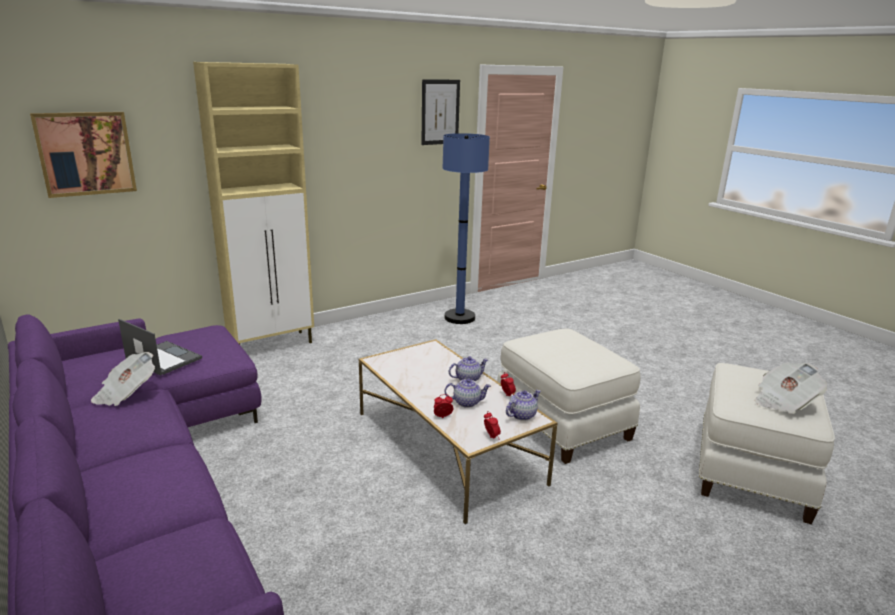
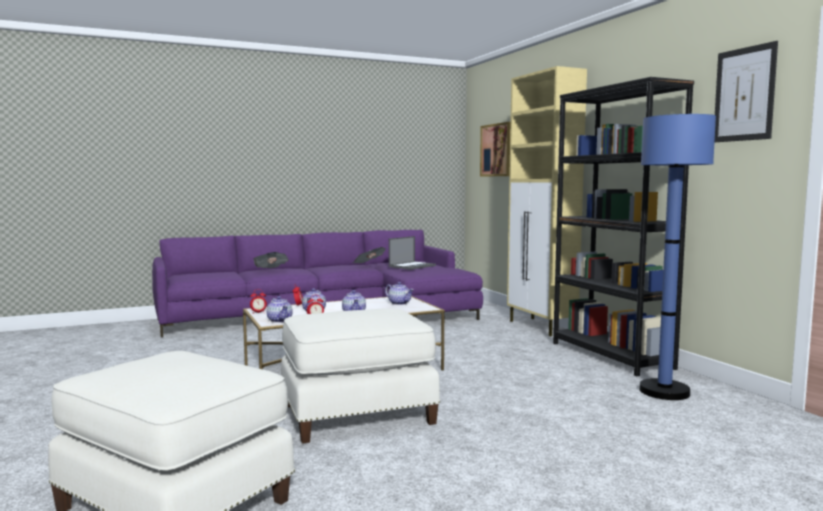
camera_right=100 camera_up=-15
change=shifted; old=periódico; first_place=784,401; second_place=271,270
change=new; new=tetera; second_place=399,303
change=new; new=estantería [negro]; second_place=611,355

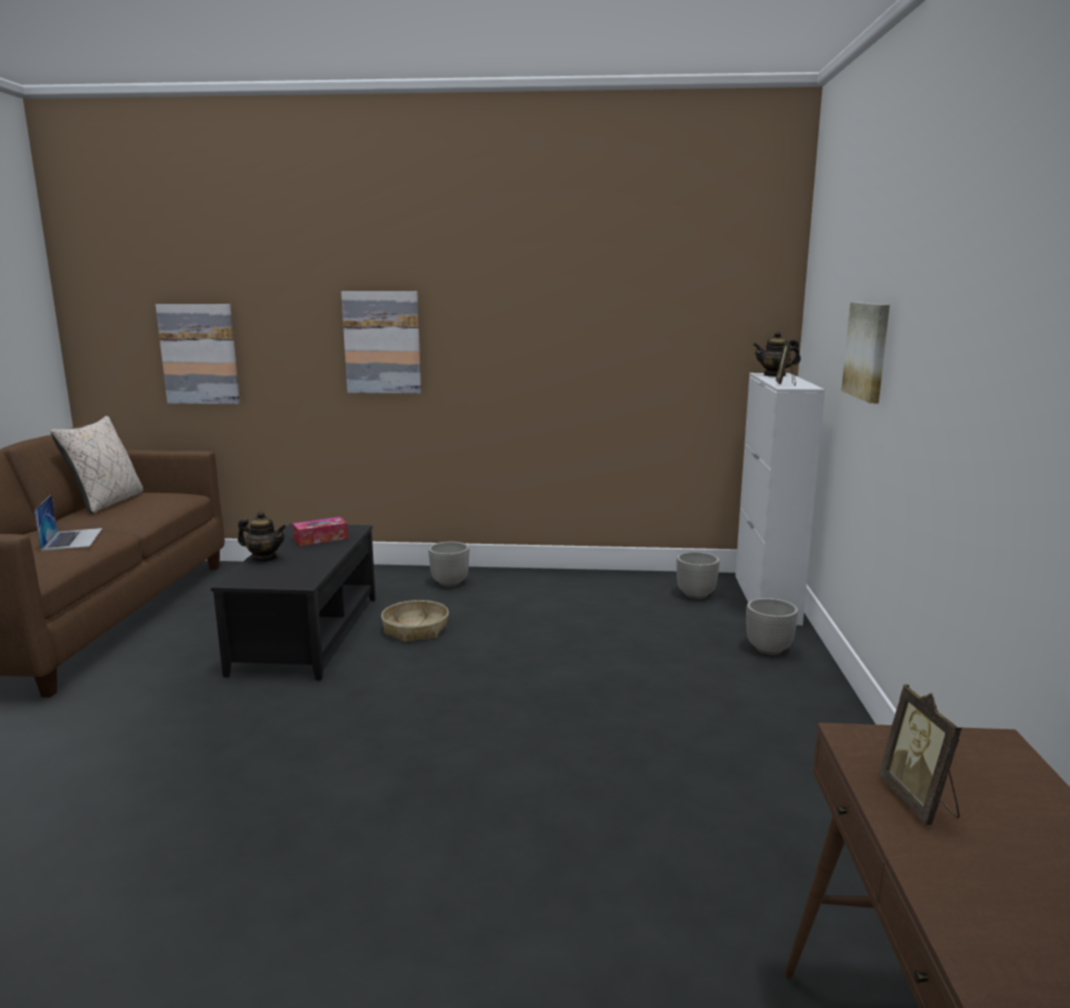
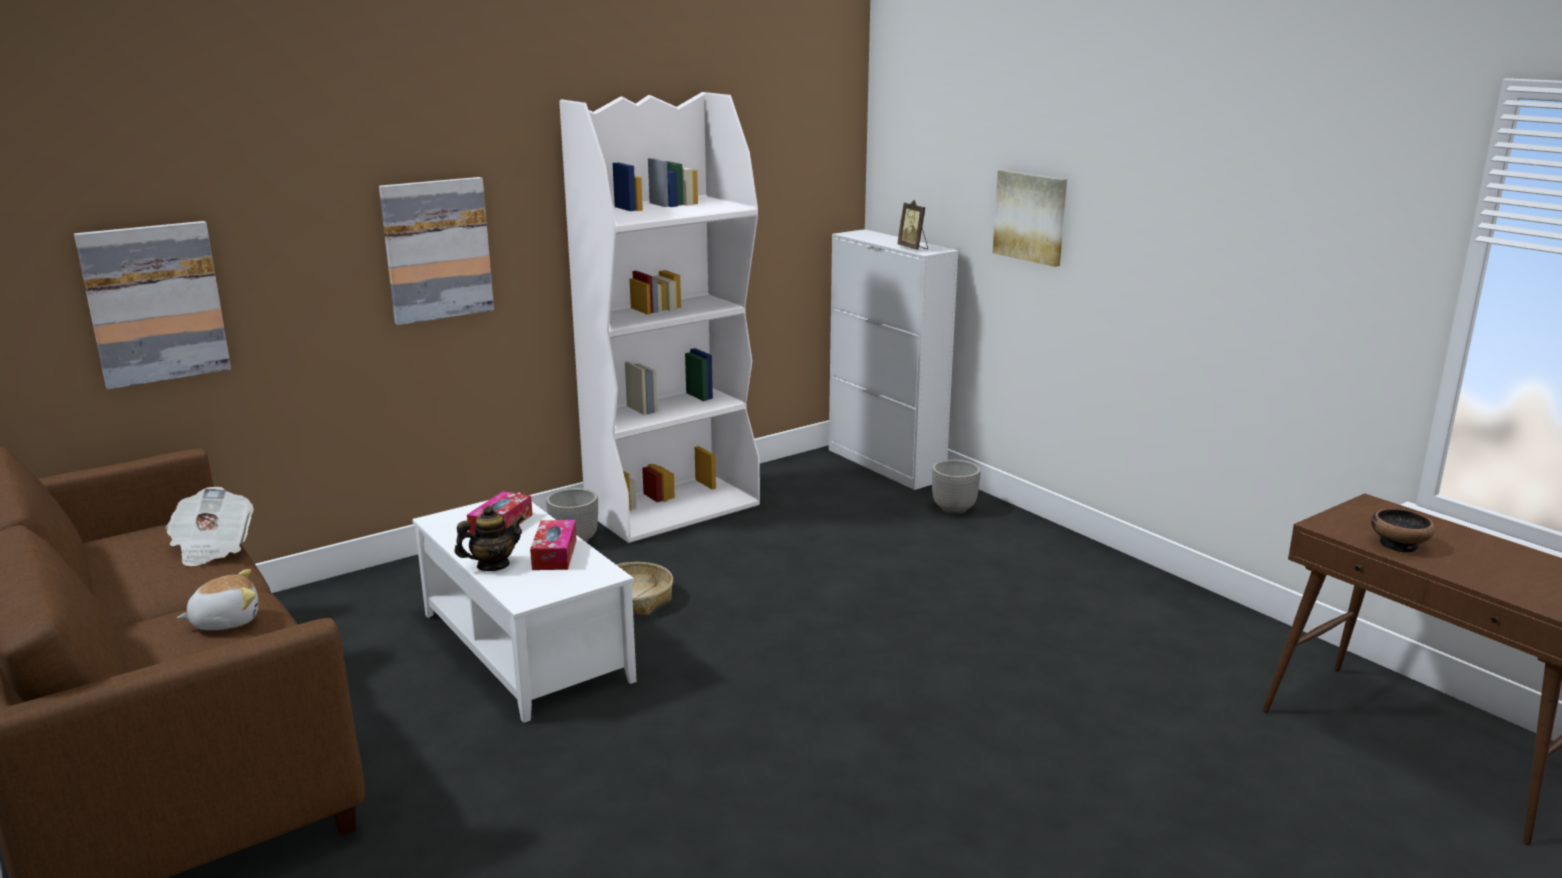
camera_right=-40 camera_up=5
change=swapped; old=portátil; new=peluche; first_place=72,539; second_place=225,621
change=gone; old=cojín [beis]; first_place=107,503
change=repainted; old=mesa de centro [negro]; new=mesa de centro [blanco]; first_place=305,634; second_place=523,648
change=gone; old=maceta; first_place=696,595
change=gone; old=tetera; first_place=774,375
change=swapped; old=portarretratos; new=cuenco; first_place=919,801; second_place=1399,545
change=new; new=periódico; second_place=212,547
change=new; new=caja de pañuelos; second_place=554,554
change=new; new=estantería [blanco]; second_place=673,508

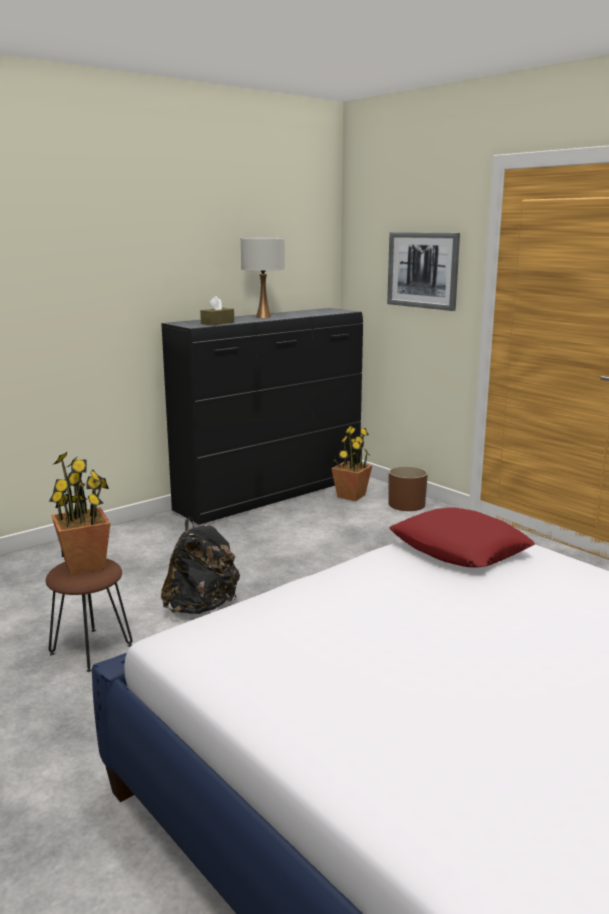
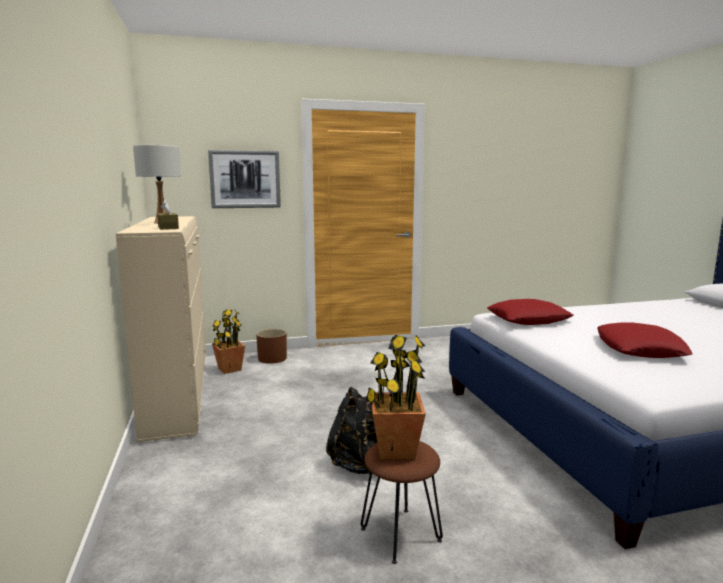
camera_right=-65 camera_up=-5
change=repainted; old=cómoda [negro]; new=cómoda [beis]; first_place=273,496; second_place=180,394
change=new; new=cojín [rojo]; second_place=640,349

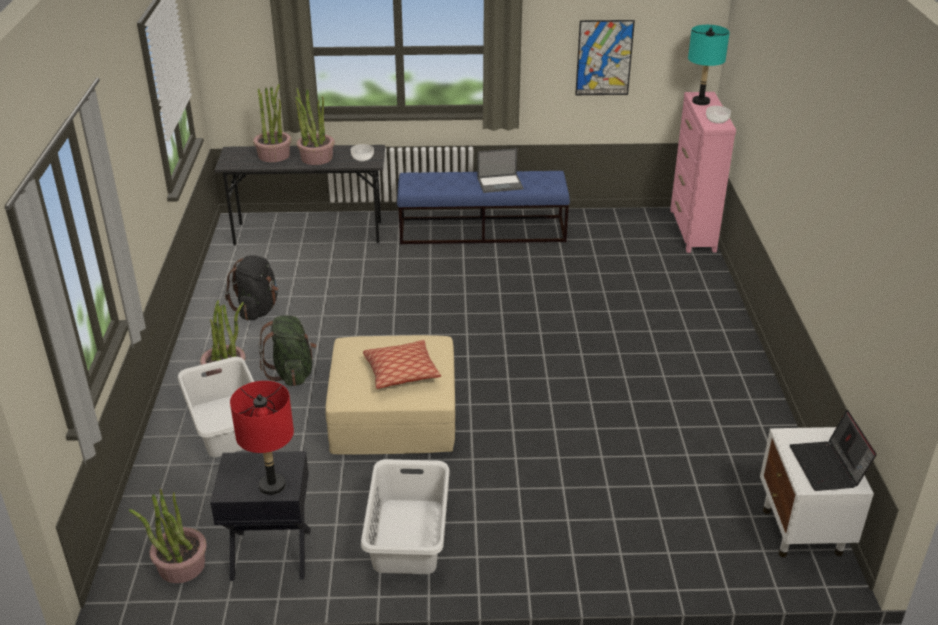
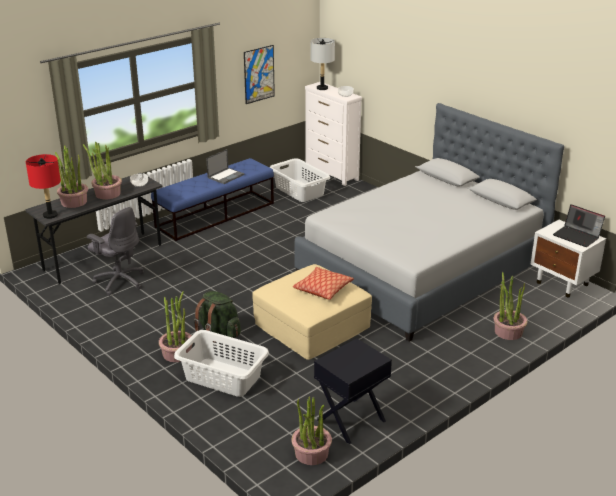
camera_right=-40 camera_up=-5
change=gone; old=mochila [negro]; first_place=257,309
change=shifted; old=lámpara de mesa [rojo]; first_place=272,485; second_place=50,215
change=shifted; old=cesto de la ropa [blanco]; first_place=409,536; second_place=299,191
change=repainted; old=cómoda [rosa]; new=cómoda [blanco]; first_place=692,230; second_place=332,174
change=repainted; old=lámpara de mesa [turquesa]; new=lámpara de mesa [gris]; first_place=700,101; second_place=322,88
change=new; new=silla de oficina [gris]; second_place=119,281
change=new; new=cama [gris]; second_place=422,270
change=new; new=planta en maceta; second_place=508,331

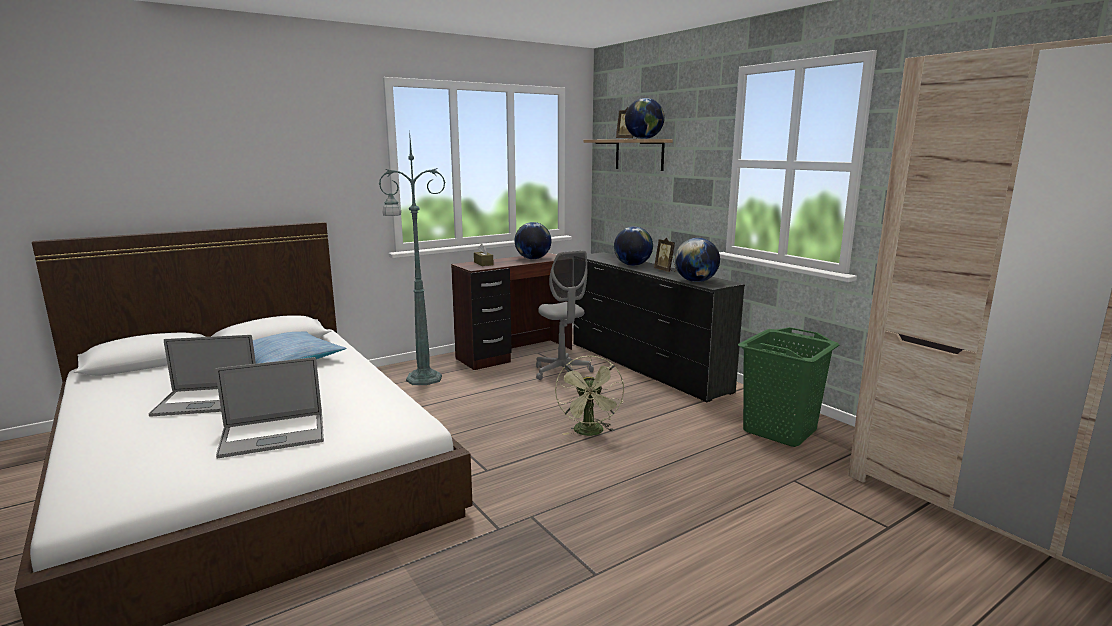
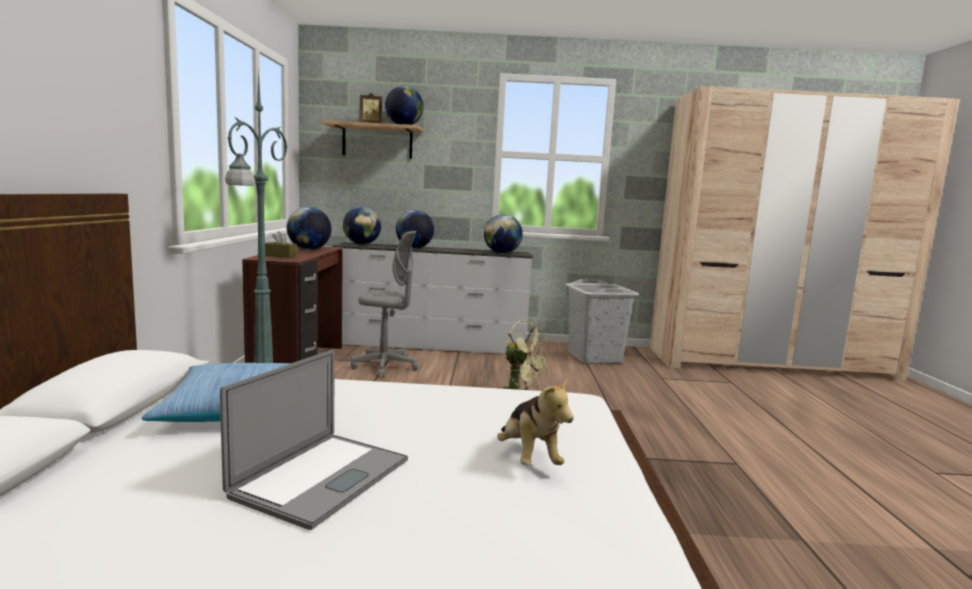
camera_right=-55 camera_up=-5
change=swapped; old=portátil; new=peluche; first_place=273,435; second_place=528,458
change=repainted; old=cómoda [negro]; new=cómoda [blanco]; first_place=645,366; second_place=431,345
change=gone; old=portarretratos; first_place=665,270
change=repainted; old=cesto de la ropa [verde]; new=cesto de la ropa [gris]; first_place=778,430; second_place=594,358
change=new; new=globo terráqueo; second_place=361,244

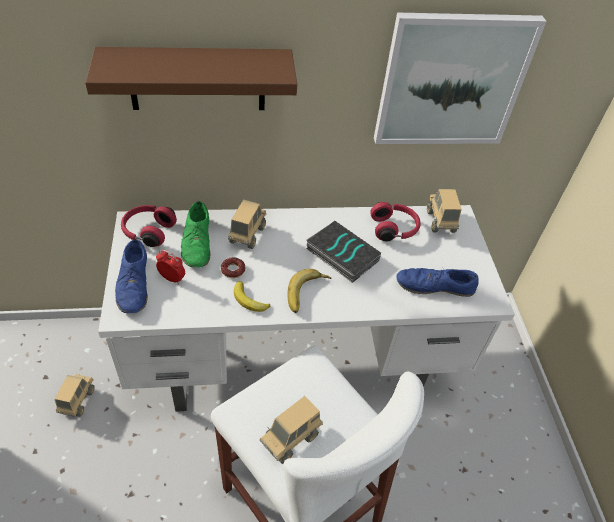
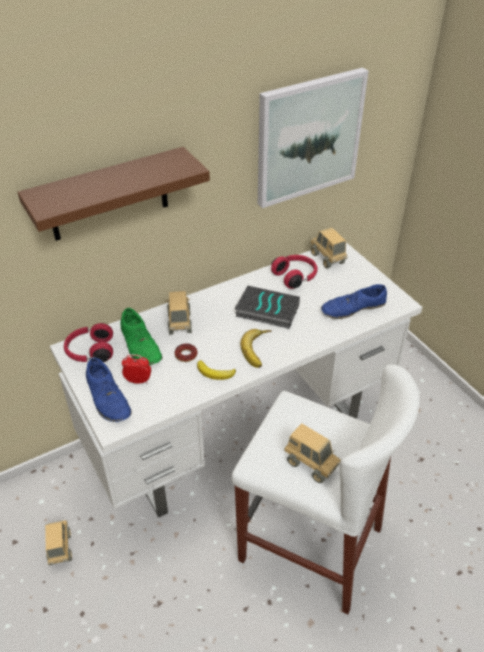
camera_right=-20 camera_up=-5
change=rotated; old=camión de juguete; first_place=290,439; second_place=311,465; degrees=-75

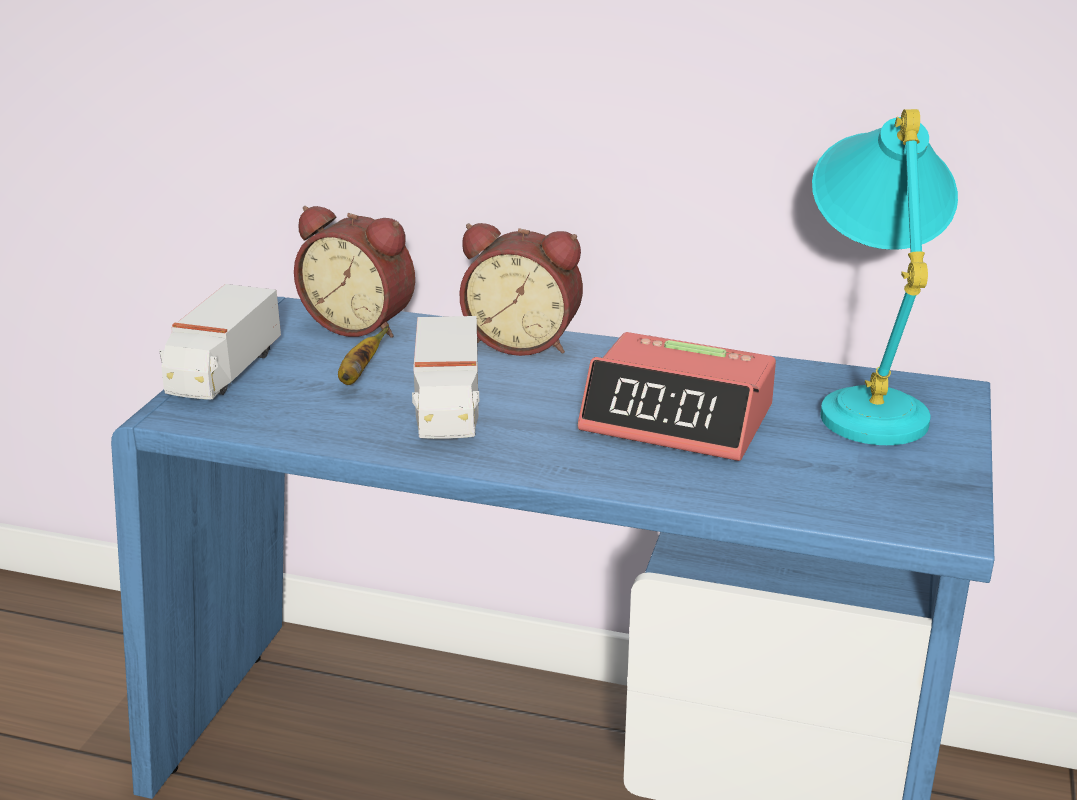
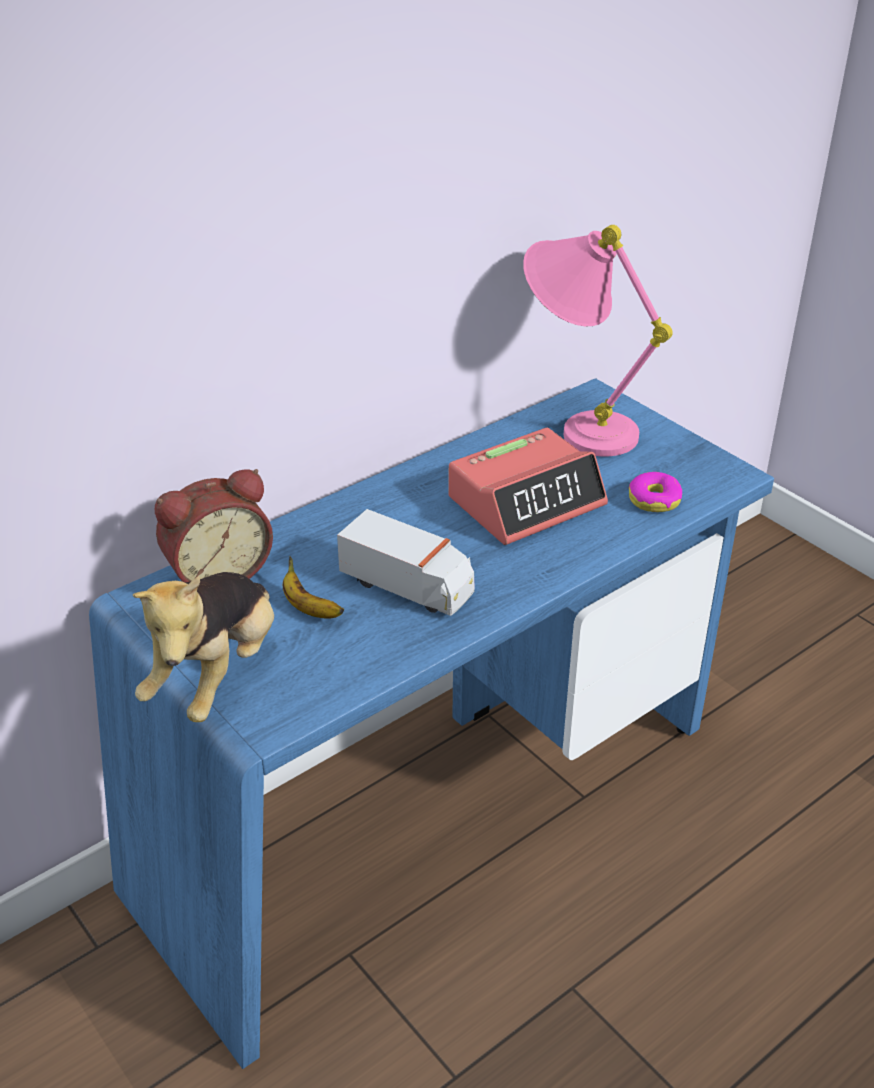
camera_right=-55 camera_up=10
change=swapped; old=camión de juguete; new=peluche; first_place=223,371; second_place=216,675
change=gone; old=despertador; first_place=523,342
change=repainted; old=lámpara de mesa [turquesa]; new=lámpara de mesa [rosa]; first_place=867,401; second_place=576,427
change=new; new=rosquilla; second_place=654,499

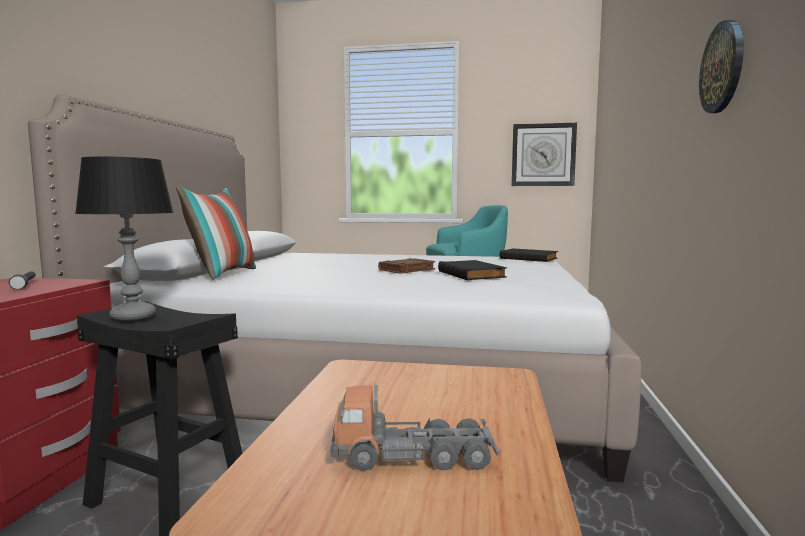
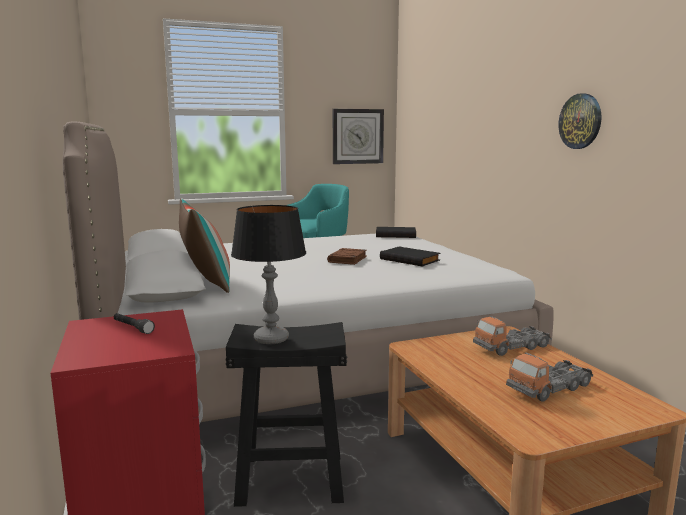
camera_right=-30 camera_up=5
change=new; new=camión de juguete; second_place=511,347

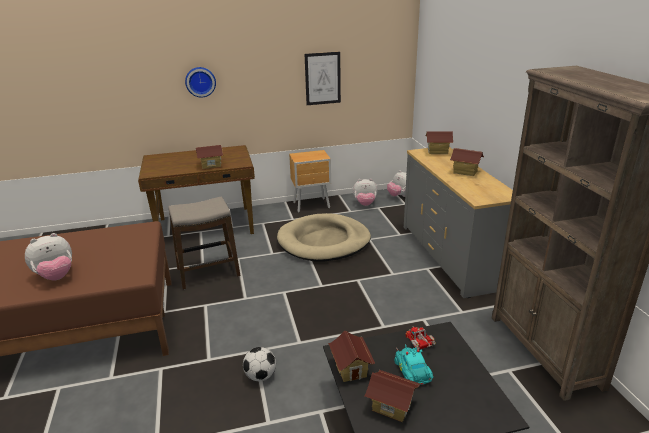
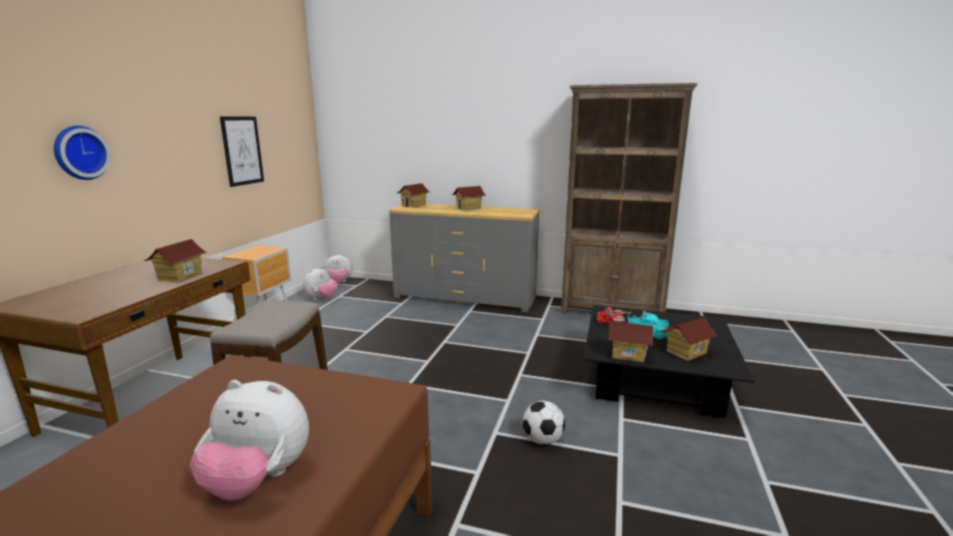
camera_right=-60 camera_up=-10
change=rotated; old=peluche; first_place=56,276; second_place=258,480; degrees=105
change=gone; old=cama para perro [beis]; first_place=324,241

